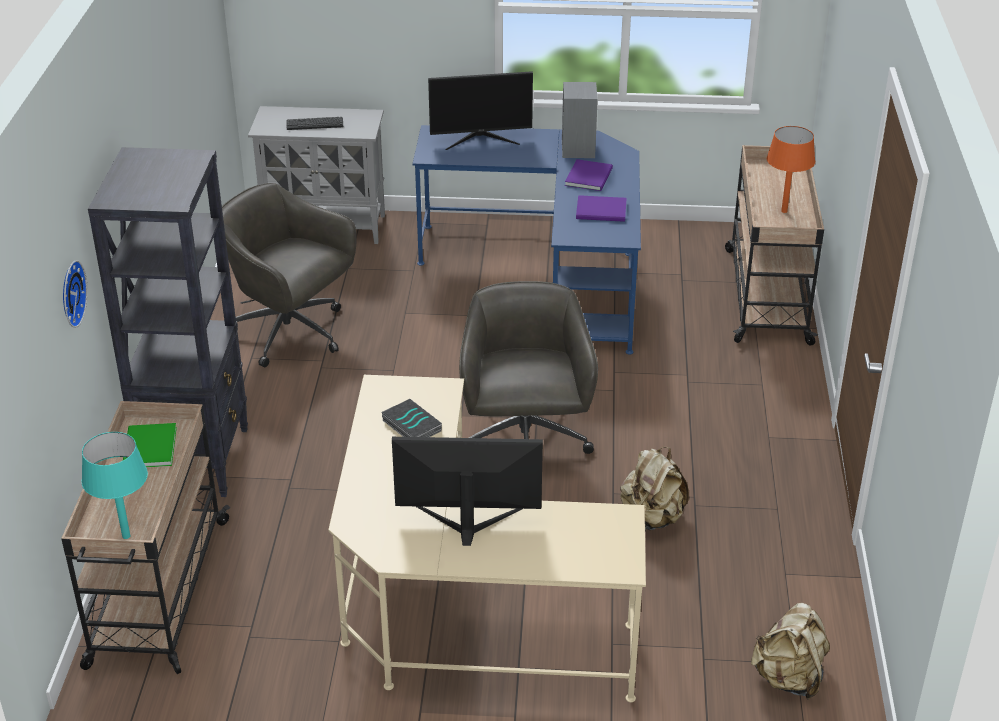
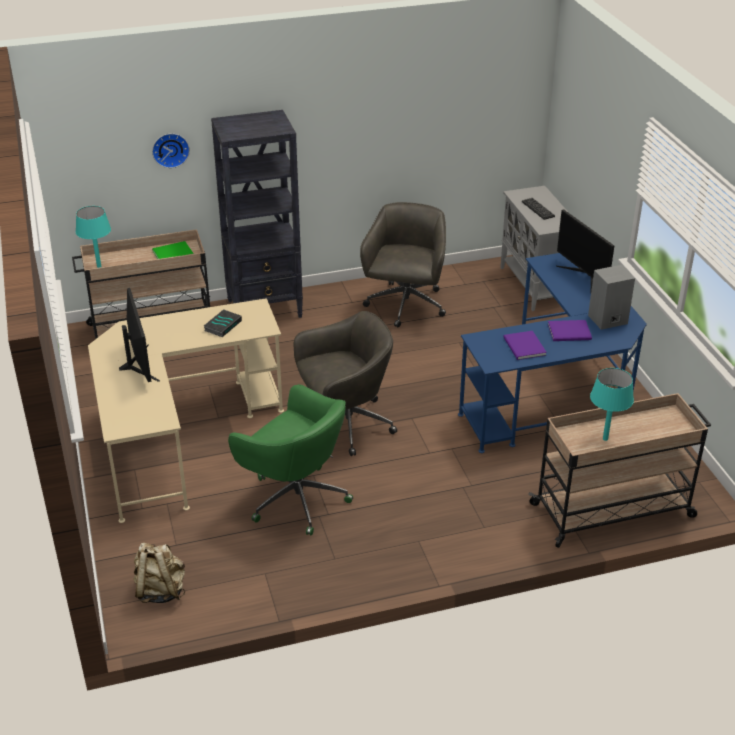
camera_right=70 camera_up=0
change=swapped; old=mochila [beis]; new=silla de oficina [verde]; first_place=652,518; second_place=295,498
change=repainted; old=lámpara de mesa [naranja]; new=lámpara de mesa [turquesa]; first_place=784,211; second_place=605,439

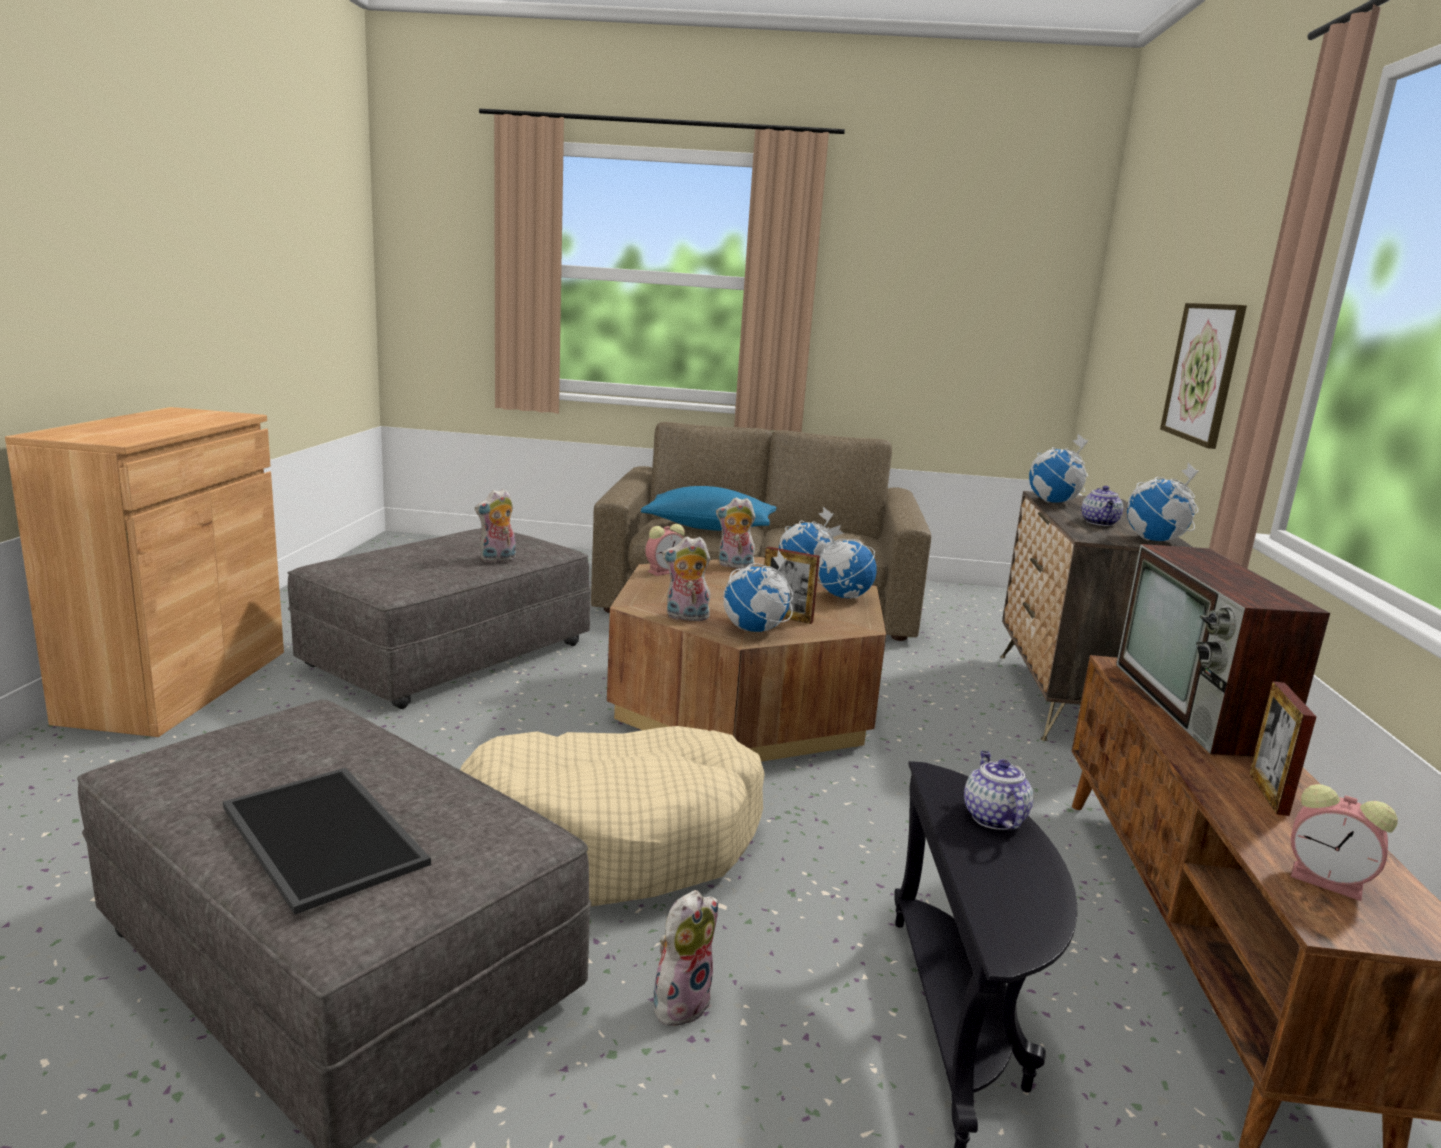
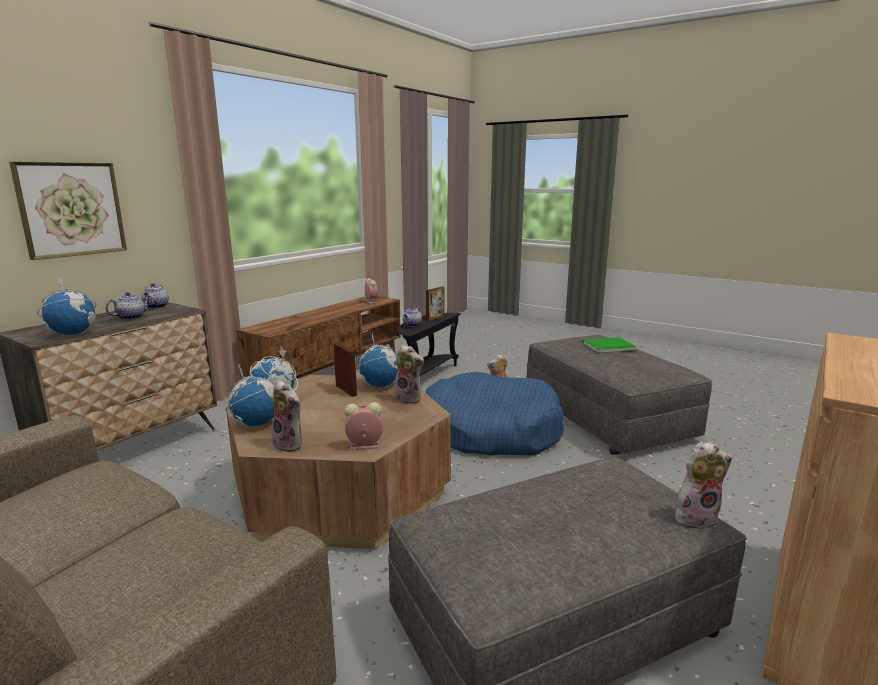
camera_right=-150 camera_up=0
change=swapped; old=bandeja; new=libro [verde]; first_place=328,835; second_place=606,346
change=repainted; old=cama para perro [beis]; new=cama para perro [azul]; first_place=614,838; second_place=490,431
change=shifted; old=peluche; first_place=497,560; second_place=695,517
change=gone; old=cojín [azul]; first_place=709,528
change=gone; old=televisor; first_place=1198,709
change=swapped; old=globo terráqueo; new=tetera; first_place=1155,540; second_place=156,307
change=shifted; old=portarretratos; first_place=1268,794; second_place=435,318

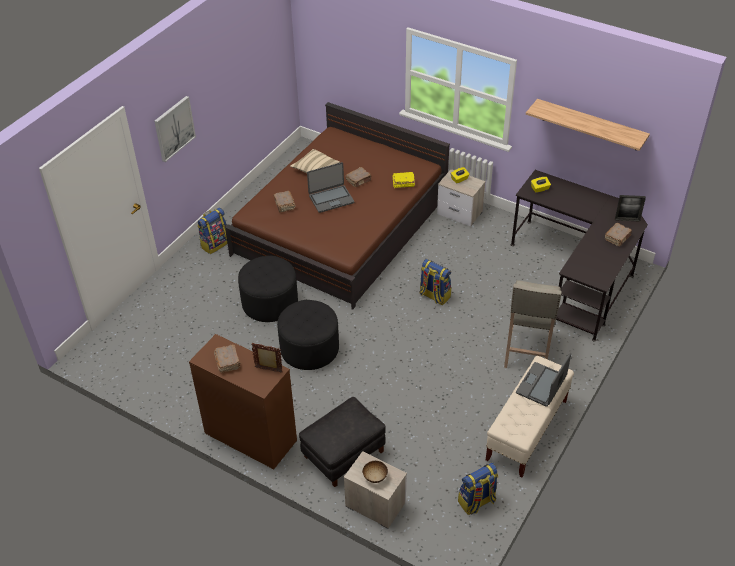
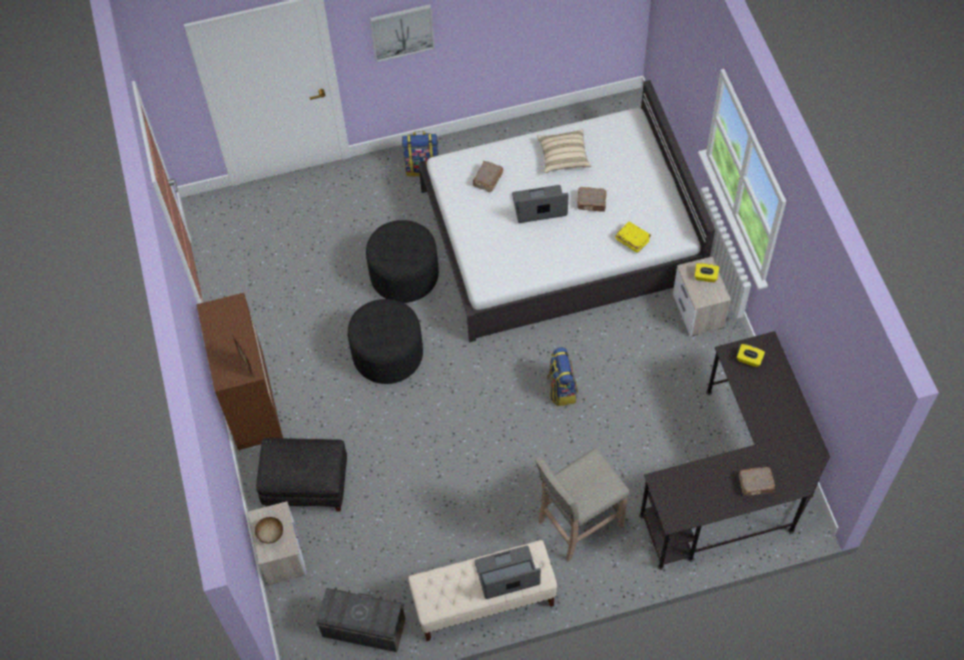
camera_right=45 camera_up=15
change=gone; old=libro [marrón]; first_place=228,361
change=repainted; old=cama [marrón]; new=cama [blanco]; first_place=341,226; second_place=561,236
change=rotated; old=portátil; first_place=331,199; second_place=539,206; degrees=150
change=swapped; old=mochila; new=caja de almacenaje [gris]; first_place=477,502; second_place=364,628
change=gone; old=estante; first_place=590,125
change=gone; old=portarretratos; first_place=627,220

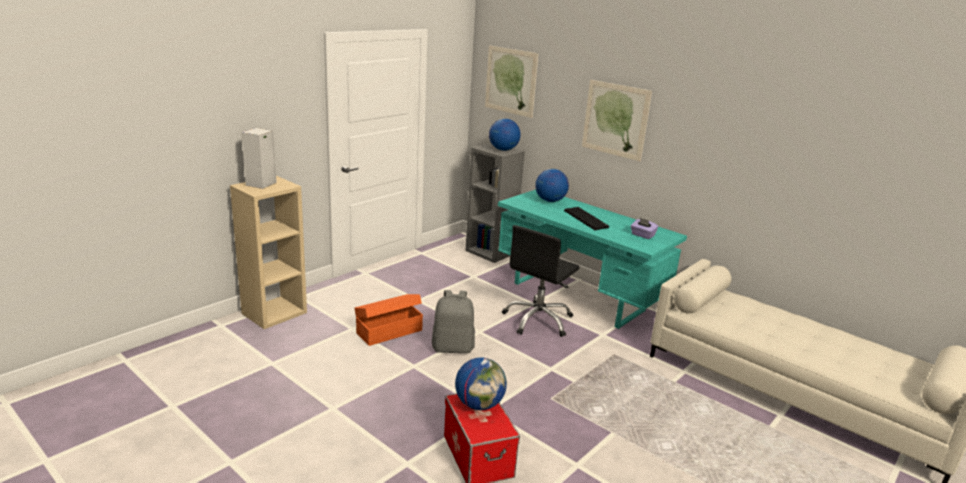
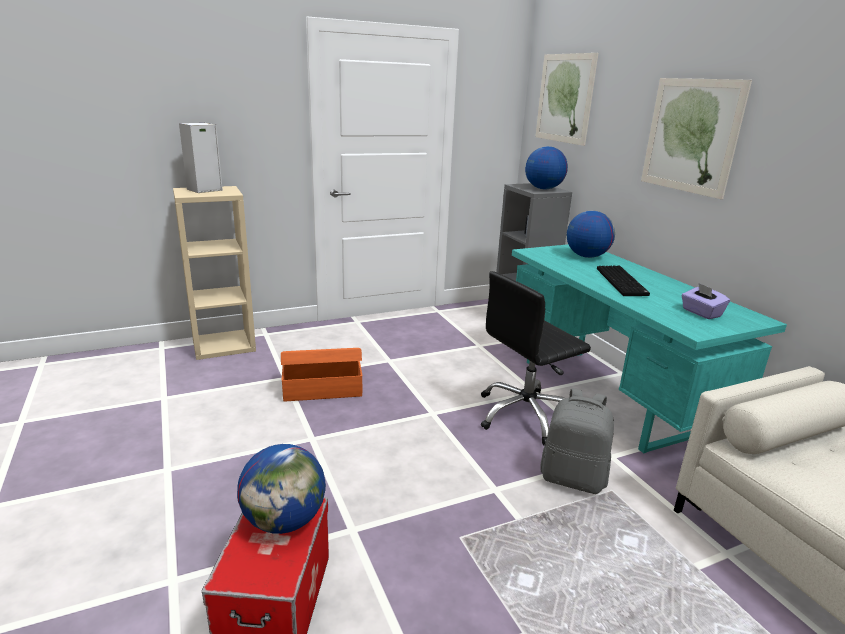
camera_right=25 camera_up=0
change=shifted; old=mochila [gris]; first_place=453,347; second_place=573,478

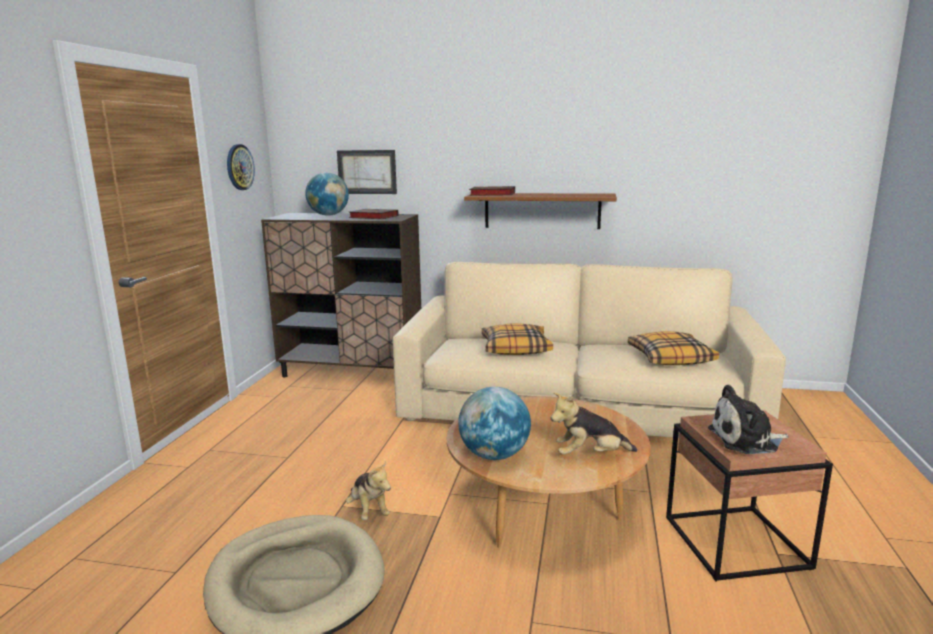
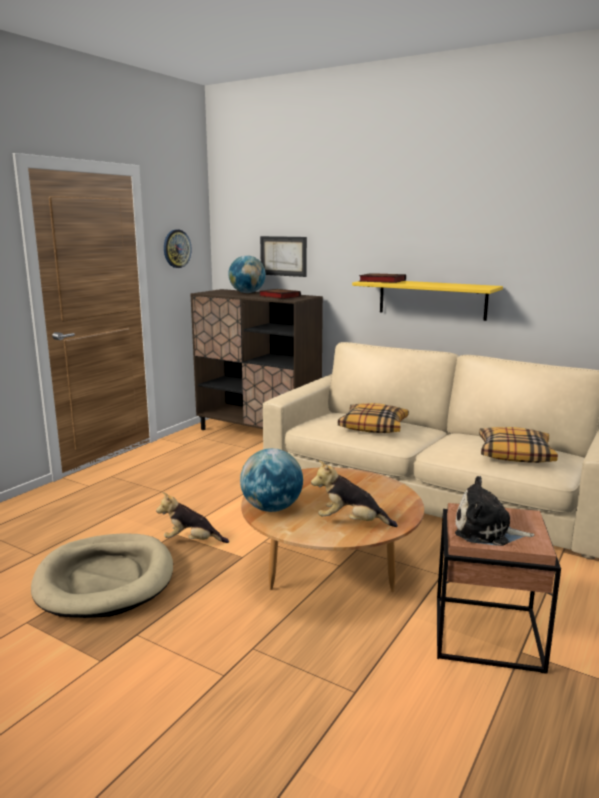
camera_right=20 camera_up=0
change=rotated; old=peluche; first_place=369,510; second_place=192,541; degrees=105
change=repainted; old=estante [marrón]; new=estante [amarillo]; first_place=542,210; second_place=432,299

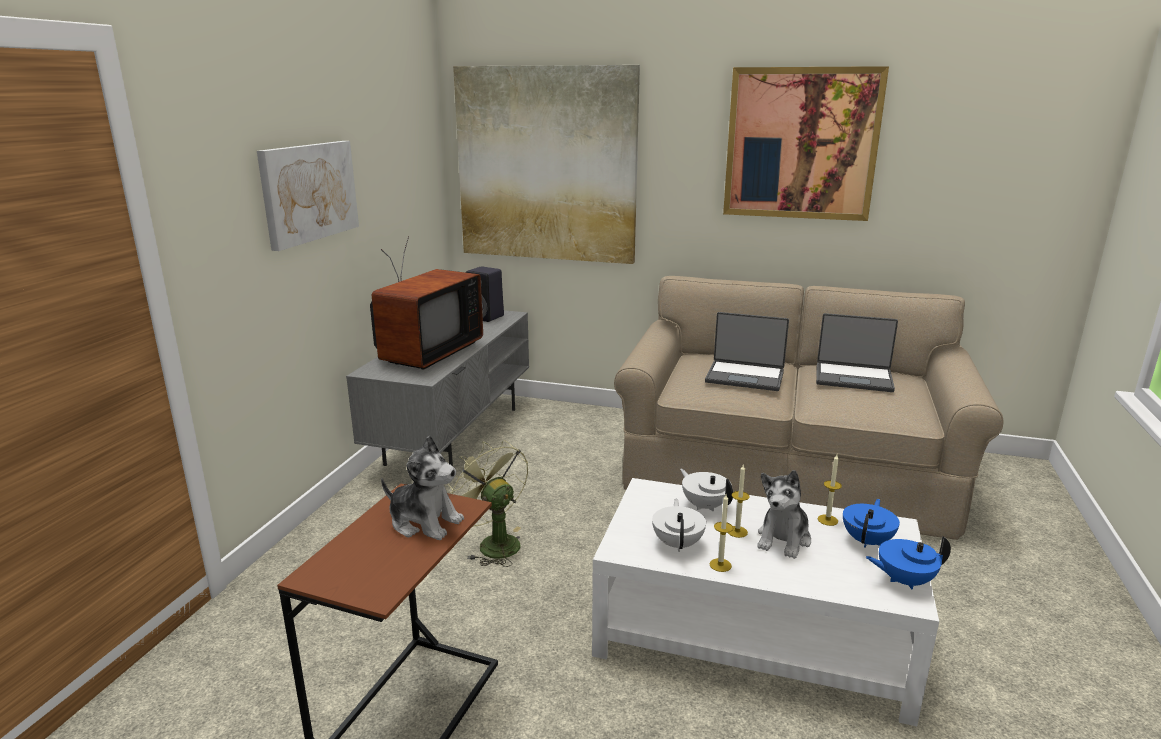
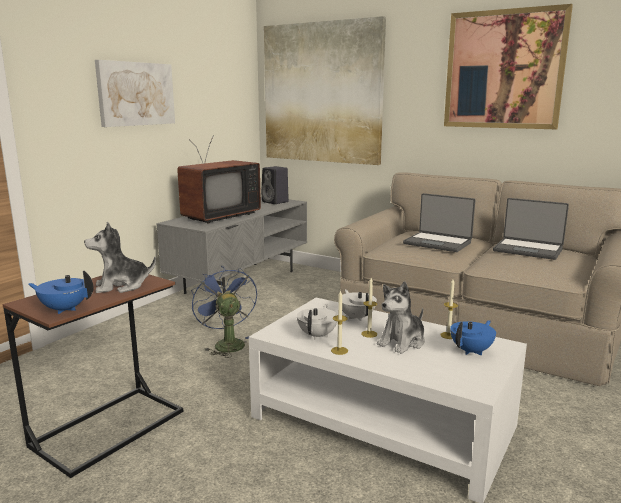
camera_right=15 camera_up=-5
change=rotated; old=peluche; first_place=424,522; second_place=121,286; degrees=120
change=repainted; old=ventilador [verde]; new=ventilador [azul]; first_place=492,543; second_place=226,343
change=shifted; old=tetera [azul]; first_place=903,580; second_place=64,309

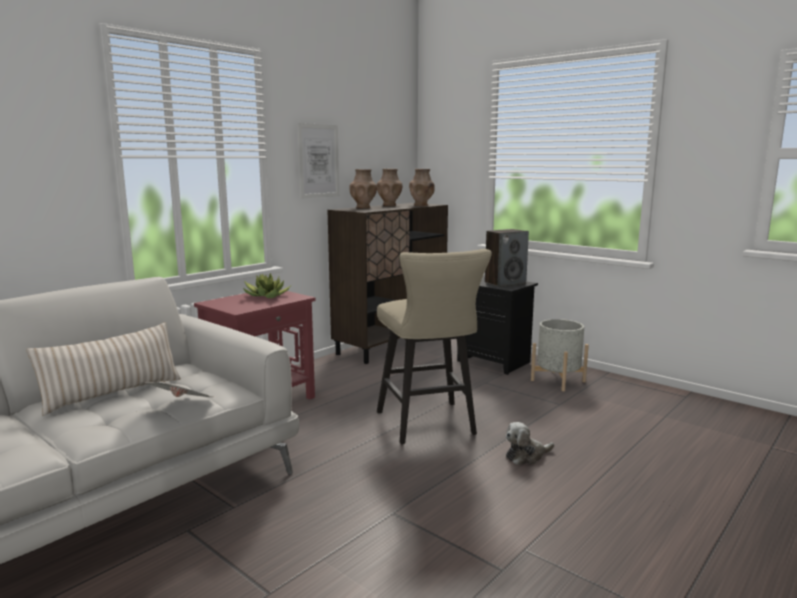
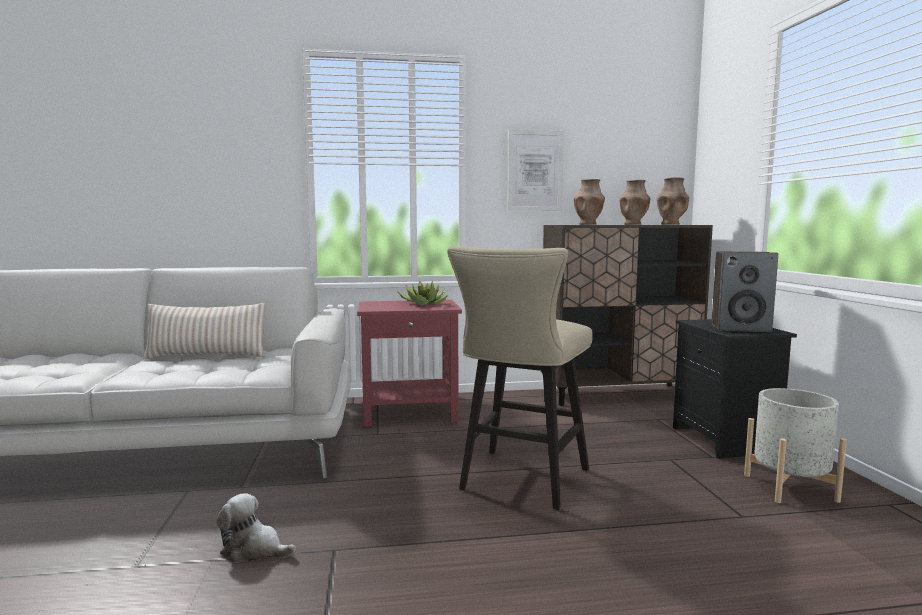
camera_right=40 camera_up=-5
change=gone; old=periódico; first_place=182,408
change=shifted; old=peluche; first_place=526,456; second_place=254,550

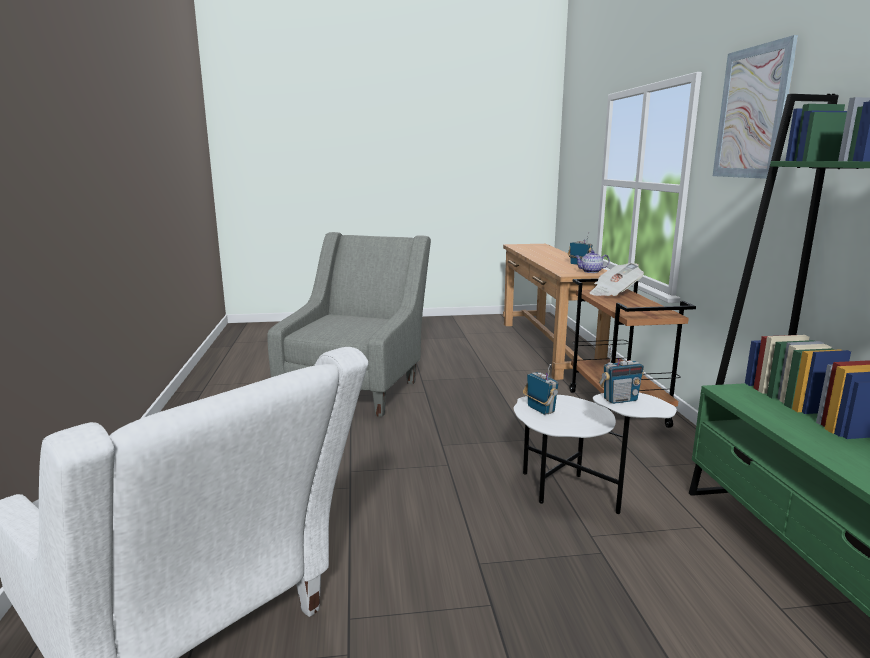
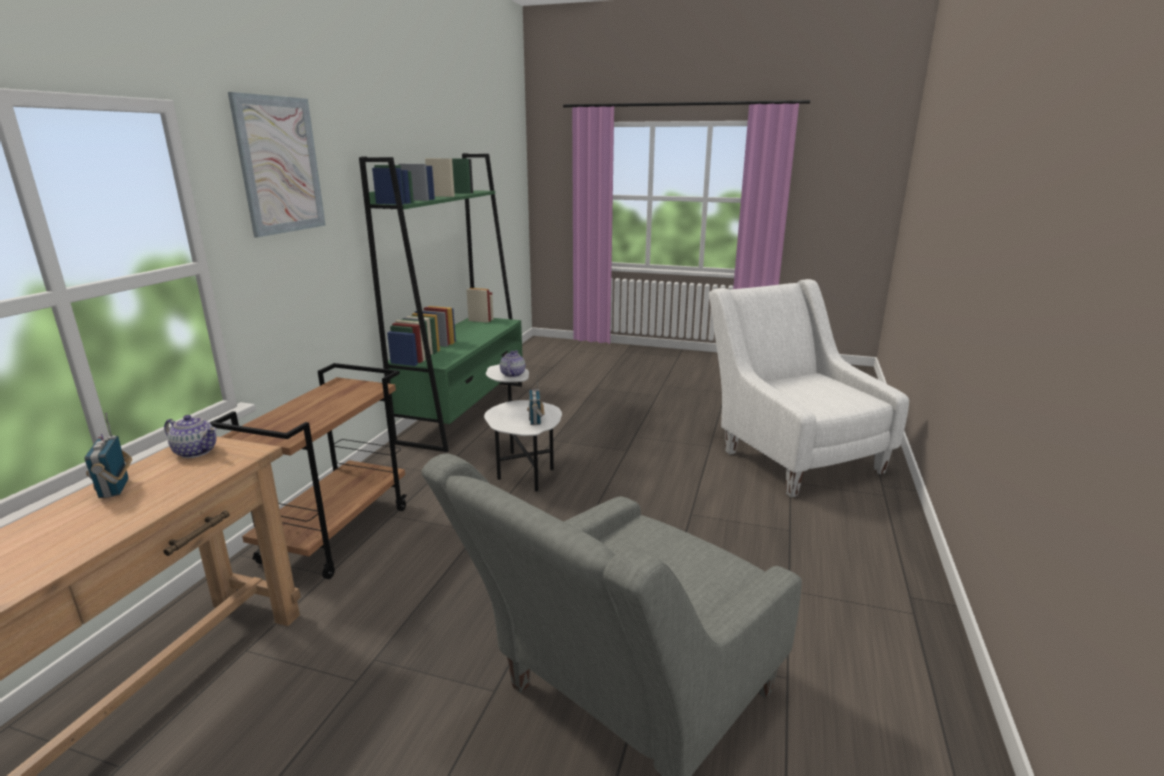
camera_right=-155 camera_up=5
change=gone; old=periódico; first_place=614,293
change=swapped; old=radio; new=tetera; first_place=620,399; second_place=512,374

